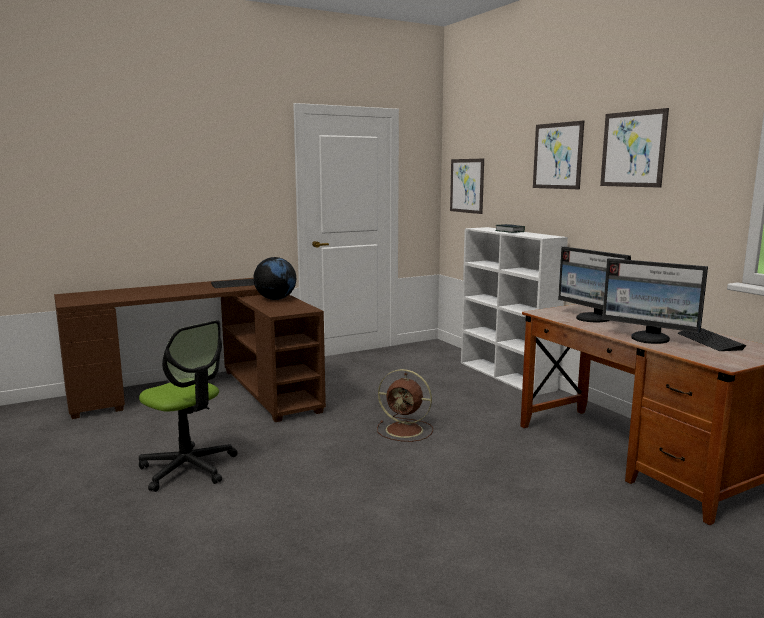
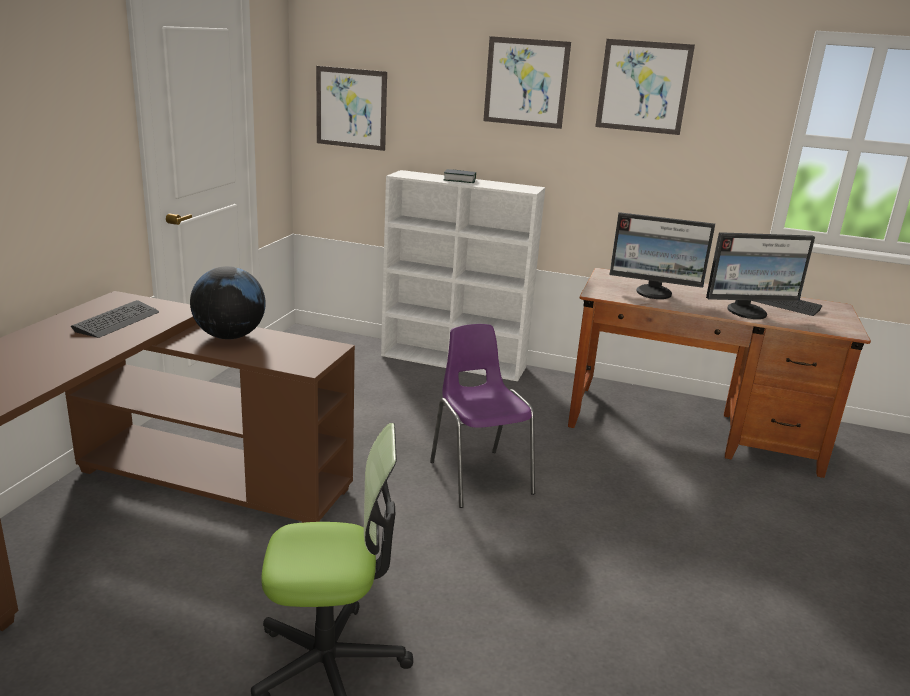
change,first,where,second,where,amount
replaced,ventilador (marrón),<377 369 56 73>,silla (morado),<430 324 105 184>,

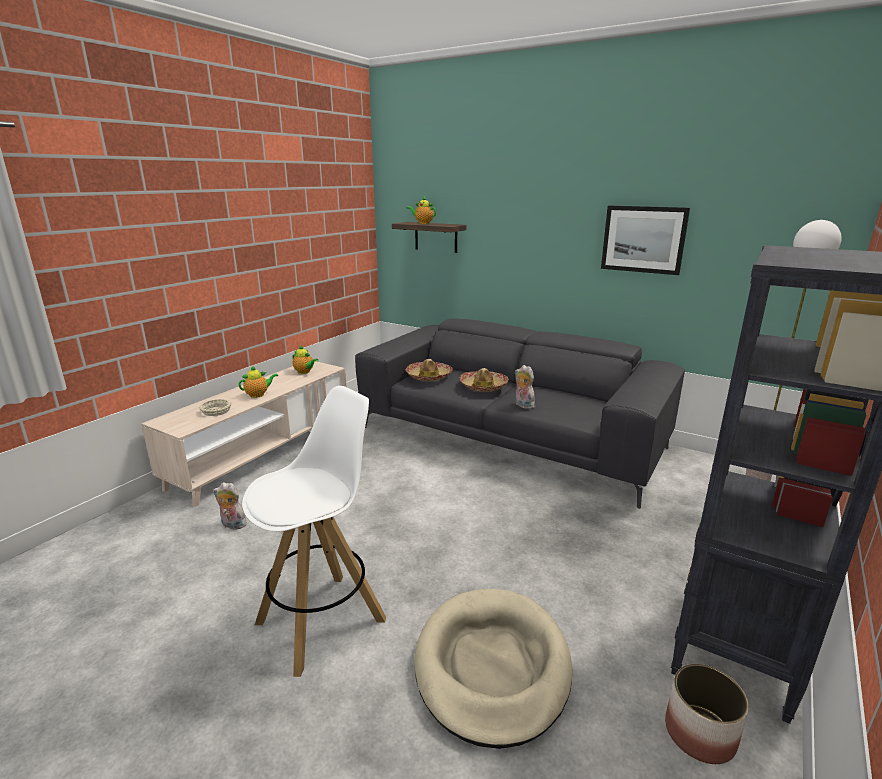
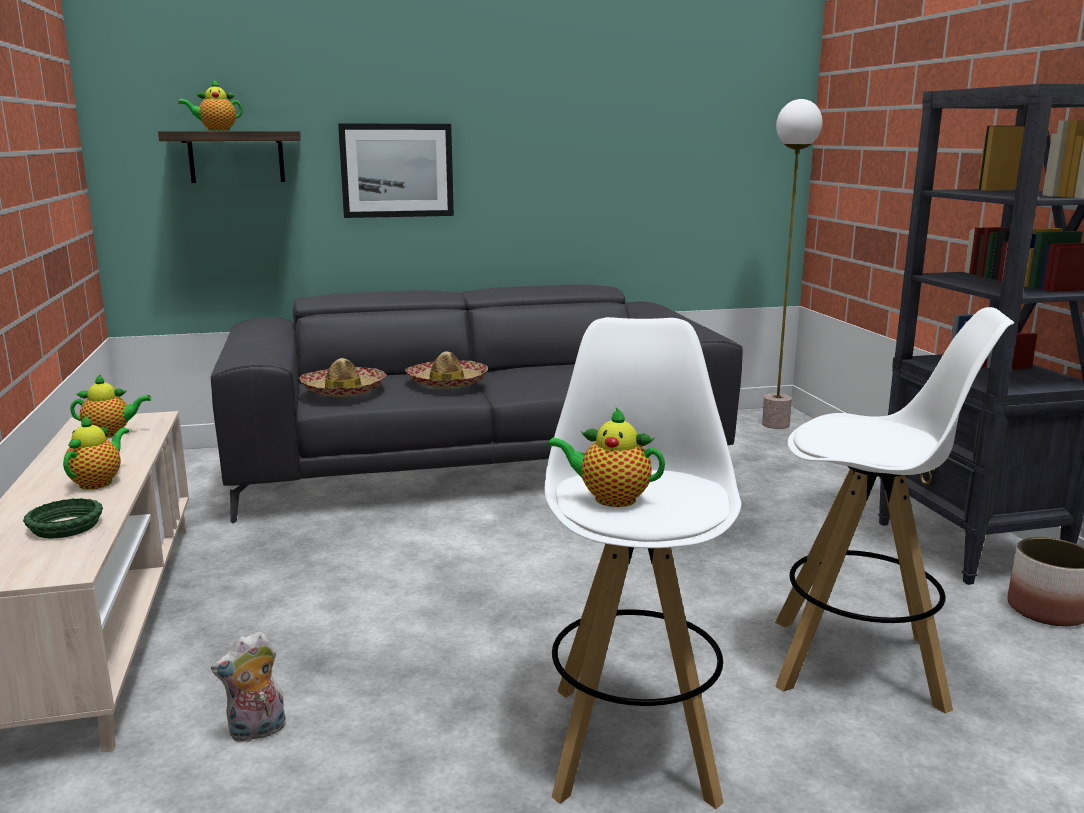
change,first,where,second,where,amount
moved,cuadro,<601 206 89 69>,,<338 124 116 94>,
removed,peluche,<514 365 21 44>,,,
recoloured,cuenco (beis),<199 399 33 17>,cuenco (verde),<23 498 80 40>,
replaced,cama para perro (beis),<414 589 158 160>,taburete (blanco),<775 307 239 407>,
added,,,tetera,<547 406 118 101>,

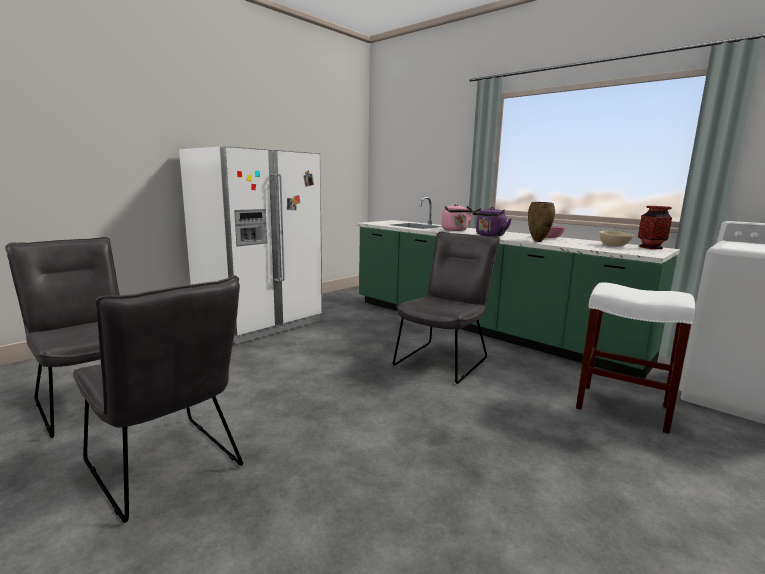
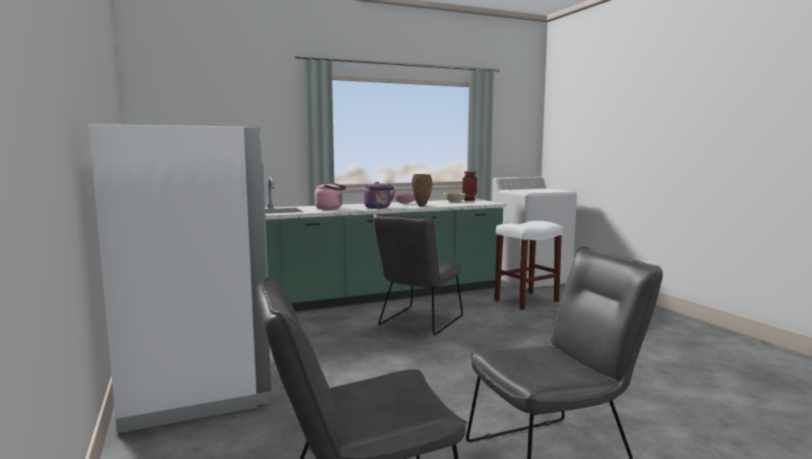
change,first,where,second,where,amount
turned,silla (gris),<393 232 107 152>,,<373 213 90 122>,120 degrees counterclockwise

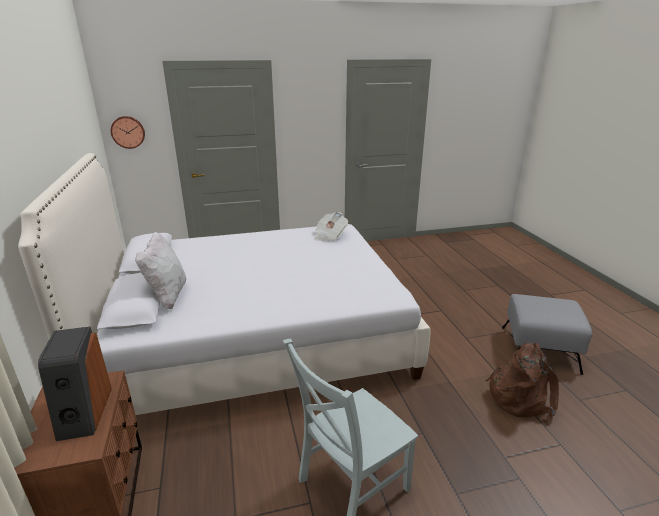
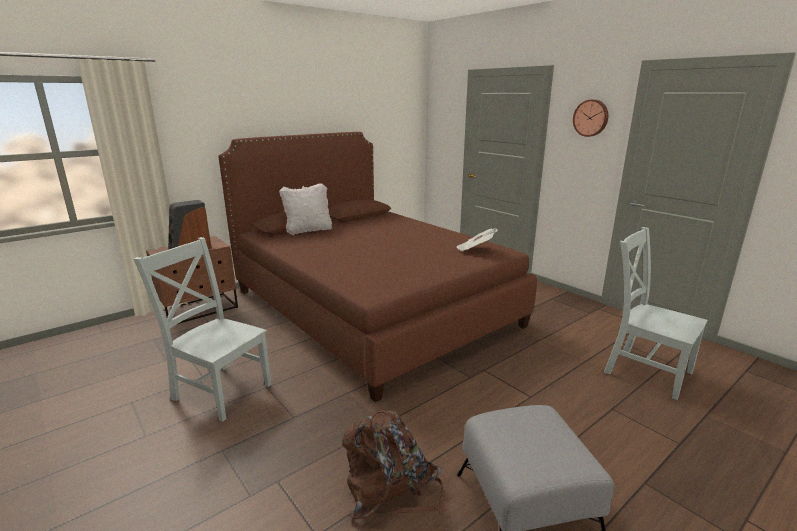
change,first,where,second,where,amount
moved,reloj de pared,<111 116 34 33>,,<573 99 35 38>,
recoloured,cama (blanco),<18 153 412 262>,cama (marrón),<218 132 319 270>,
added,,,silla (gris),<604 227 103 173>,

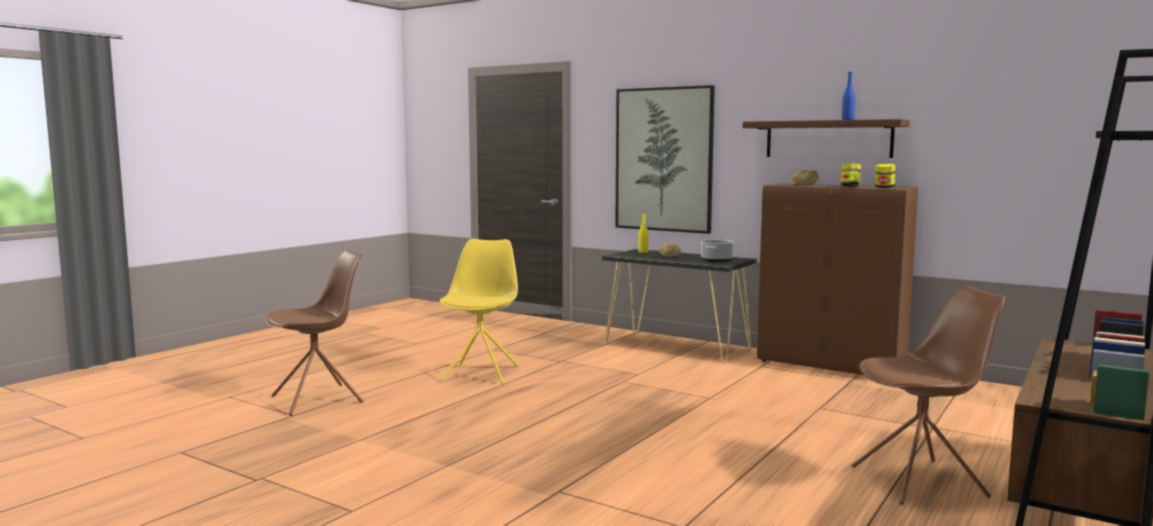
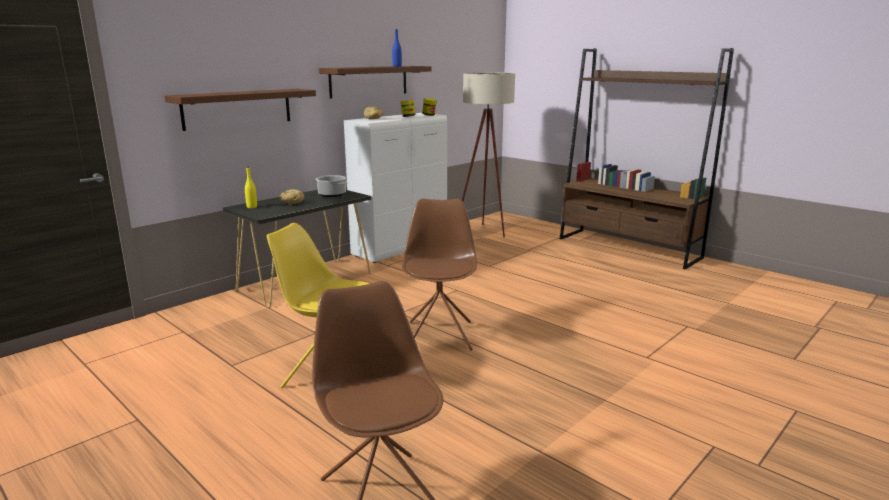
change,first,where,second,where,amount
replaced,cuadro,<615 85 100 149>,estante (marrón),<164 89 152 42>,
recoloured,armario (marrón),<757 183 161 192>,armario (blanco),<344 113 103 150>,
moved,silla (marrón),<852 286 153 219>,,<402 198 75 153>,
added,,,lámpara de pie (beis),<462 72 53 166>,

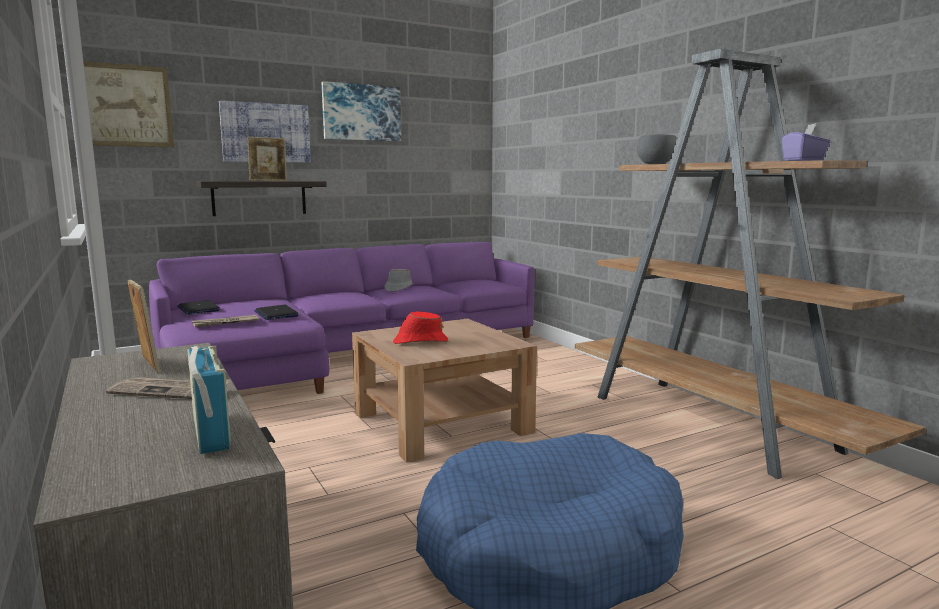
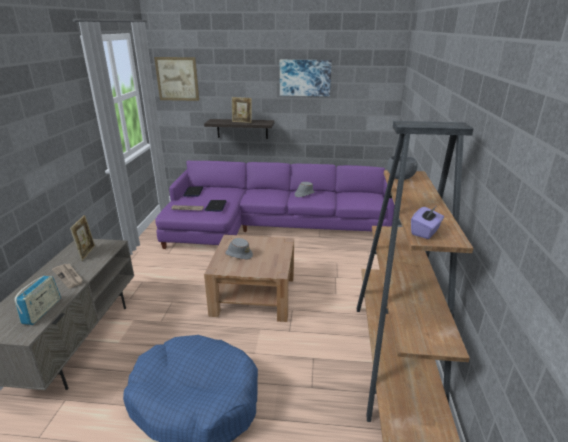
change,first,where,second,where,amount
removed,cuadro,<219 101 92 62>,,,
recoloured,sombrero (rojo),<393 312 55 32>,sombrero (gris),<225 238 28 22>,

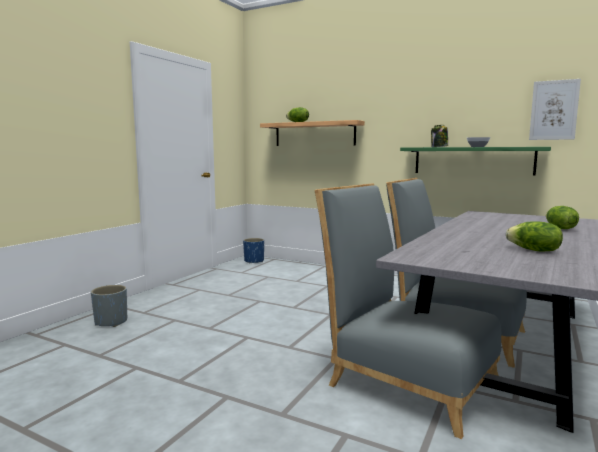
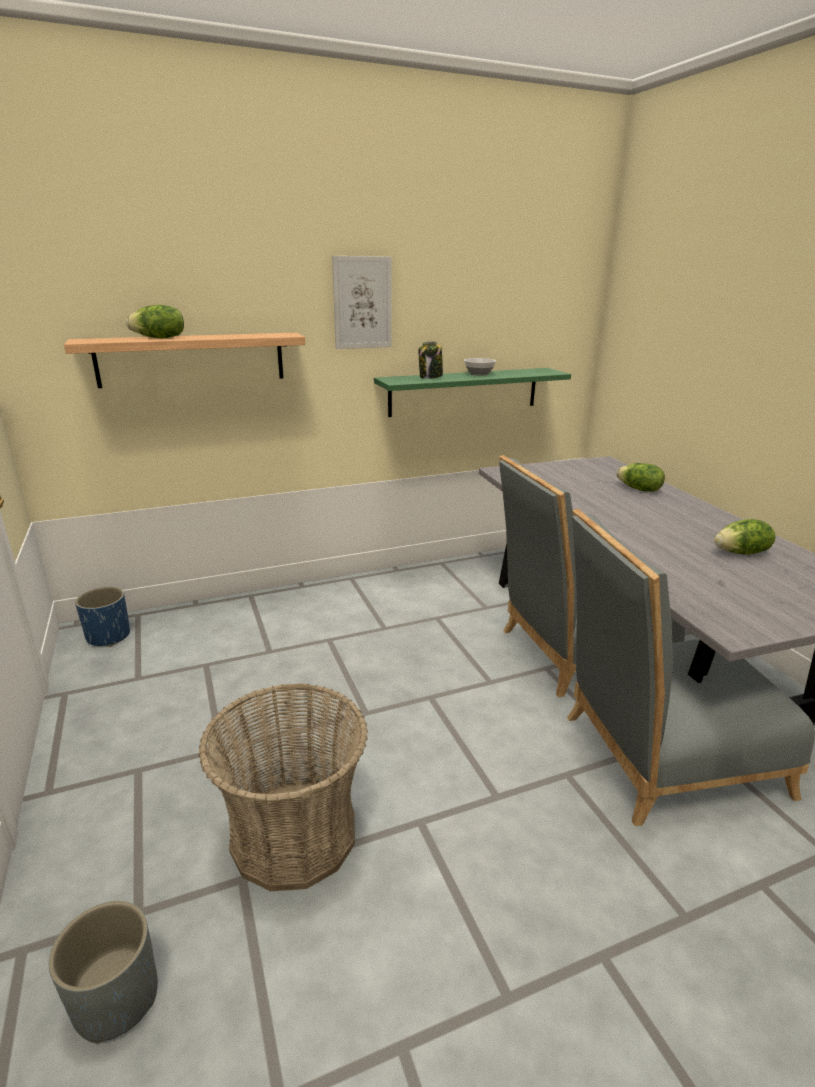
change,first,where,second,where,amount
moved,cuadro,<529 79 52 61>,,<332 256 60 93>,
added,,,cesta,<199 683 169 208>,

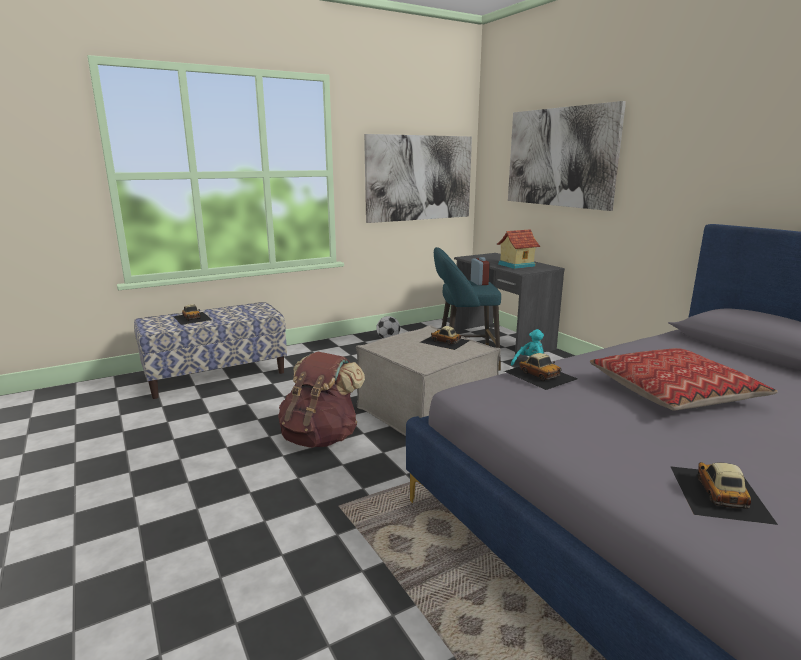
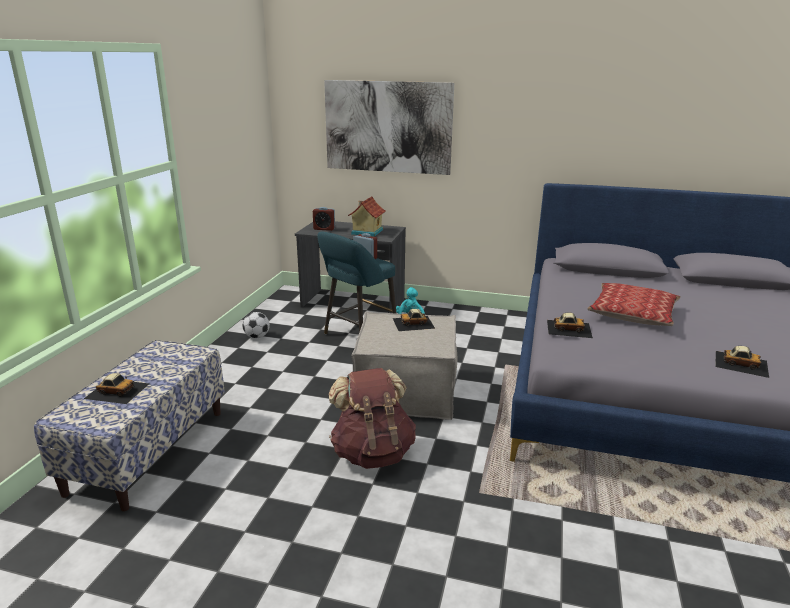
change,first,where,second,where,amount
removed,cuadro,<364 134 108 89>,,,
turned,coche de juguete,<670 462 108 63>,,<715 346 54 32>,150 degrees clockwise
added,,,despertador,<313 207 22 24>,

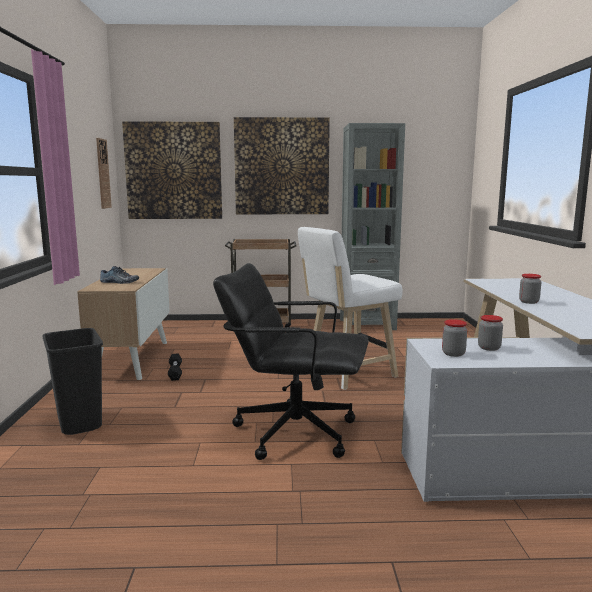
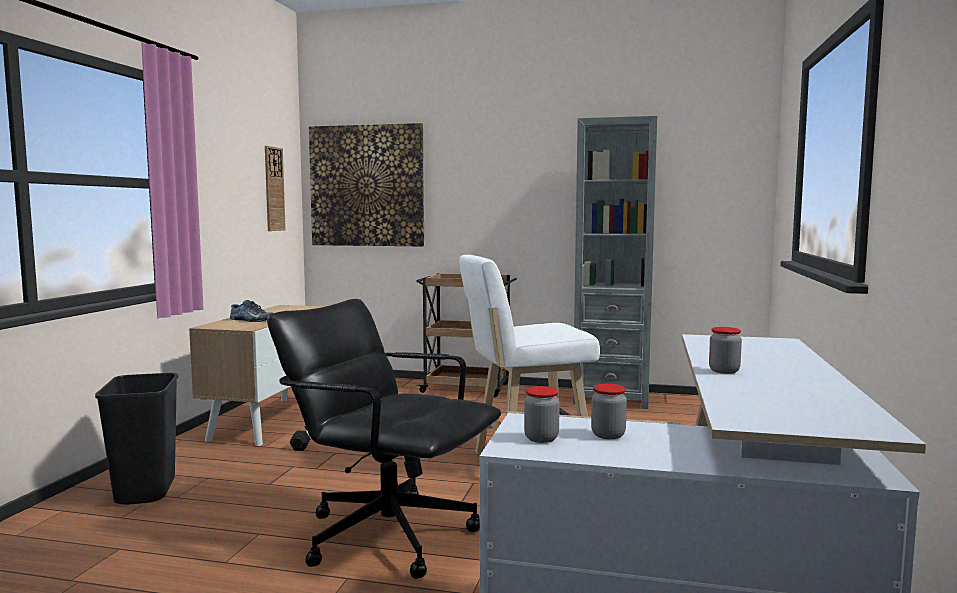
change,first,where,second,where,amount
removed,cuadro,<234 117 96 97>,,,

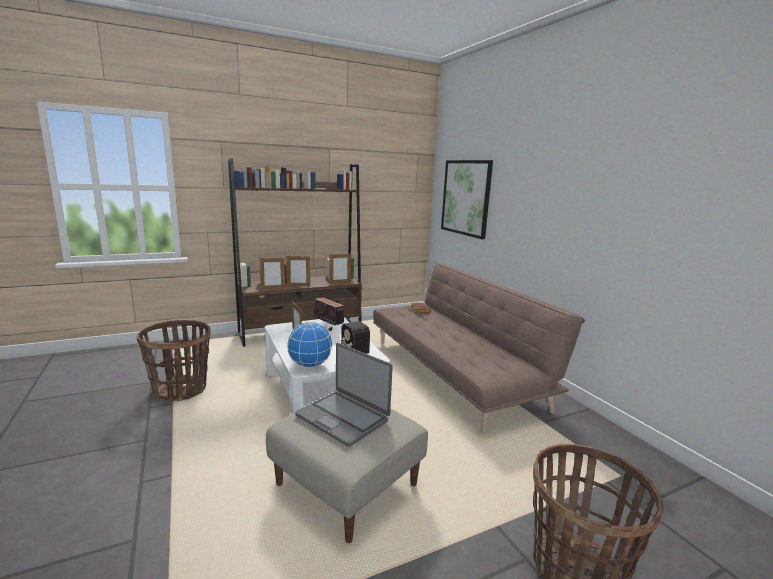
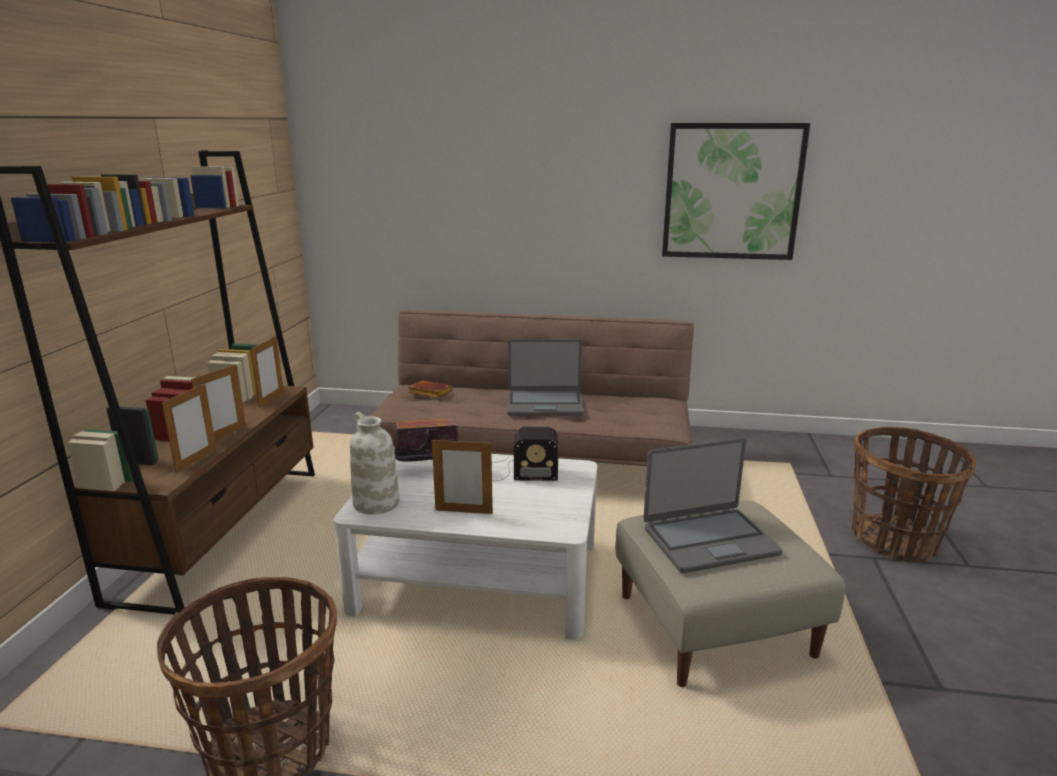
change,first,where,second,where,amount
moved,cuadro,<441 160 52 79>,,<662 123 148 137>,
removed,globo terráqueo,<287 322 46 46>,,,
added,,,portátil,<507 339 77 77>,
added,,,florero (blanco),<350 412 49 103>,

